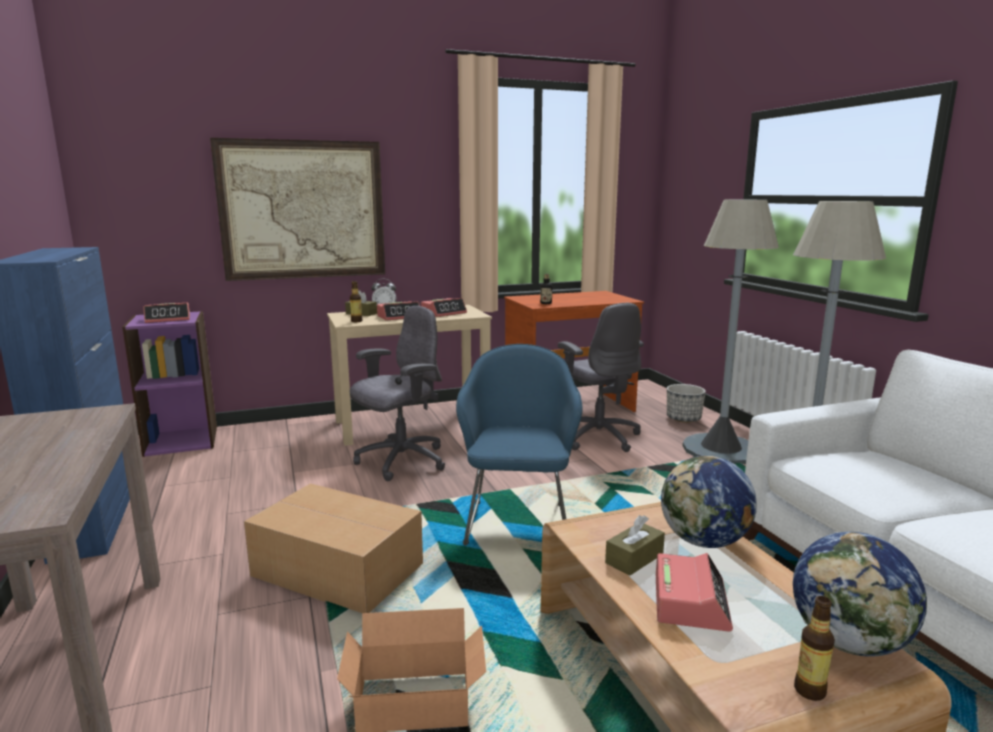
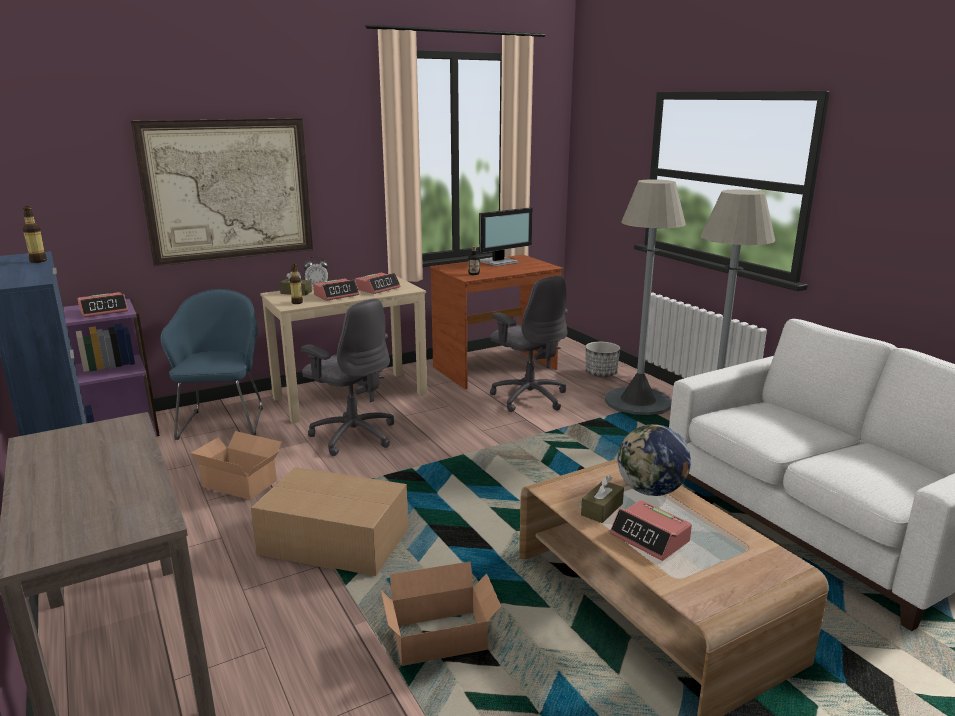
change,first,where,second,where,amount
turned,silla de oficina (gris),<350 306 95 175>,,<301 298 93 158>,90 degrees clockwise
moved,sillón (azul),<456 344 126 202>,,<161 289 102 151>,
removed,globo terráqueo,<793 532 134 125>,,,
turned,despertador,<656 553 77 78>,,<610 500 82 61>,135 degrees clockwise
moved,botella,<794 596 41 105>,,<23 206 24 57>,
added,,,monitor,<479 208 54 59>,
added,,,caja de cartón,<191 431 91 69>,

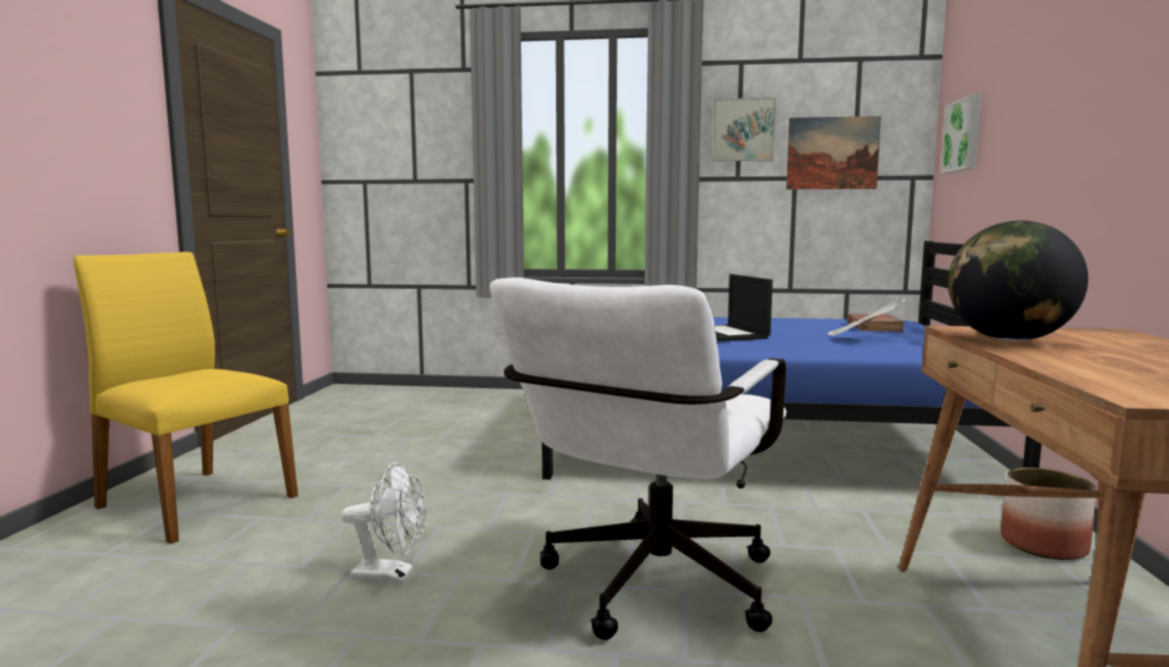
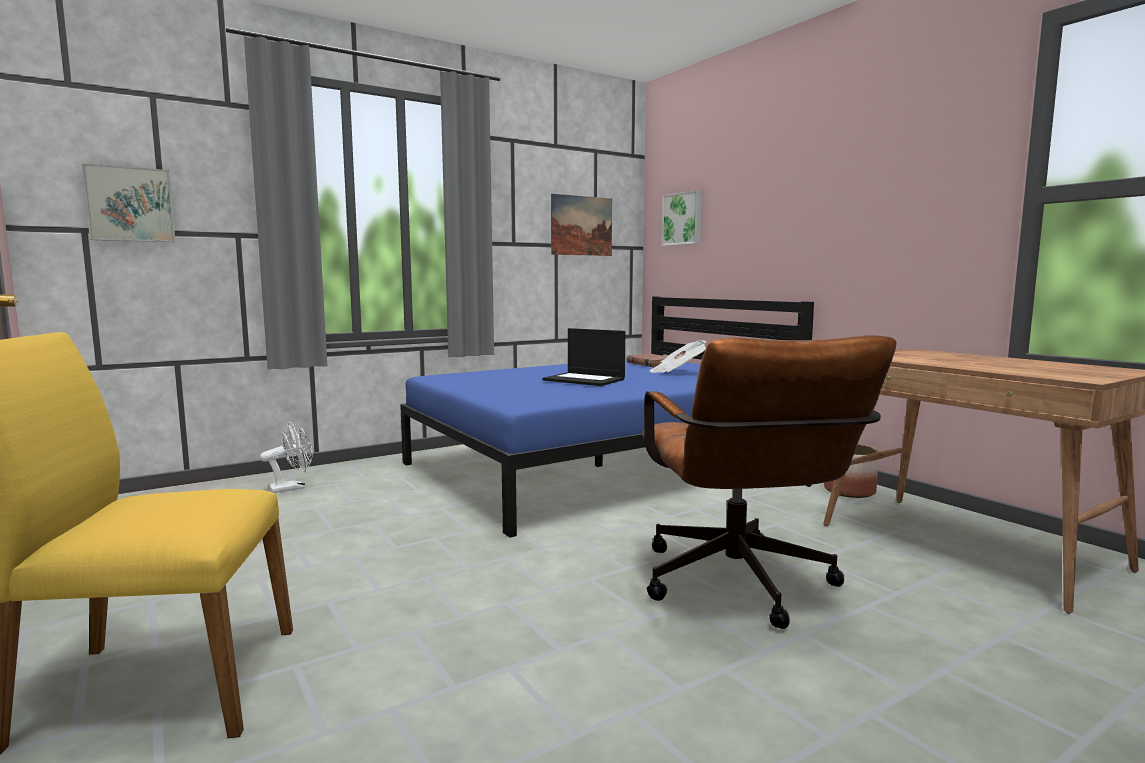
change,first,where,second,where,amount
moved,cuadro,<712 98 64 63>,,<82 163 94 79>,
removed,globo terráqueo,<948 221 140 120>,,,
recoloured,silla de oficina (blanco),<490 277 296 363>,silla de oficina (marrón),<642 335 255 294>,
moved,ventilador (blanco),<341 462 85 121>,,<260 422 53 71>,

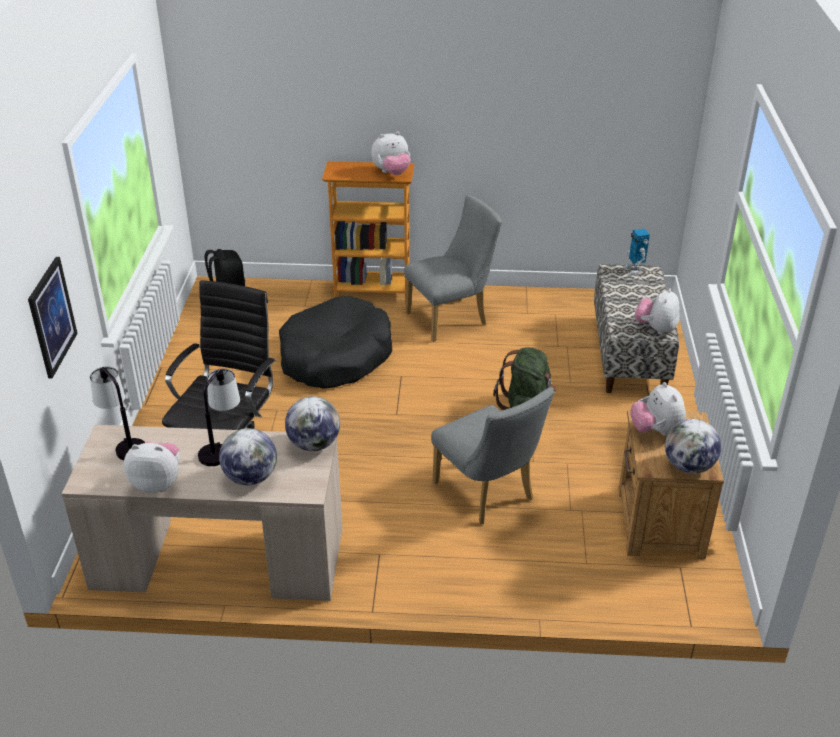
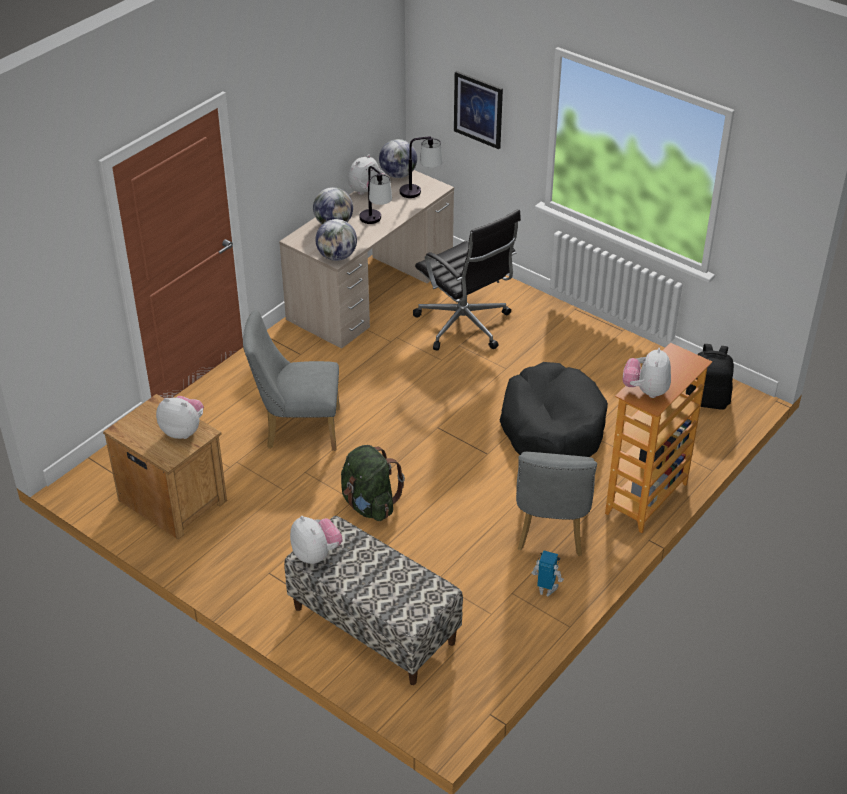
change,first,where,second,where,amount
moved,robot de juguete,<623 229 27 47>,,<531 551 33 45>,
moved,globo terráqueo,<665 419 56 55>,,<379 139 38 39>,

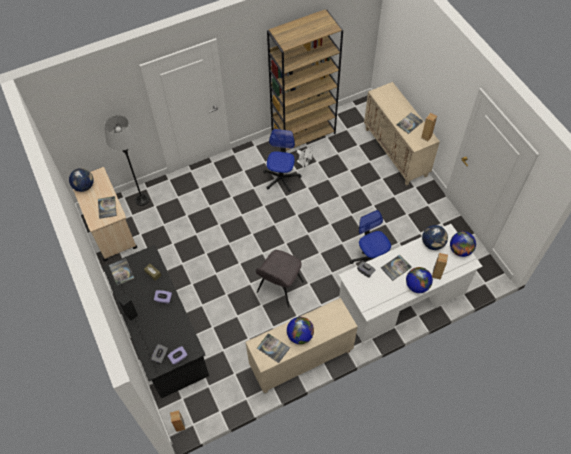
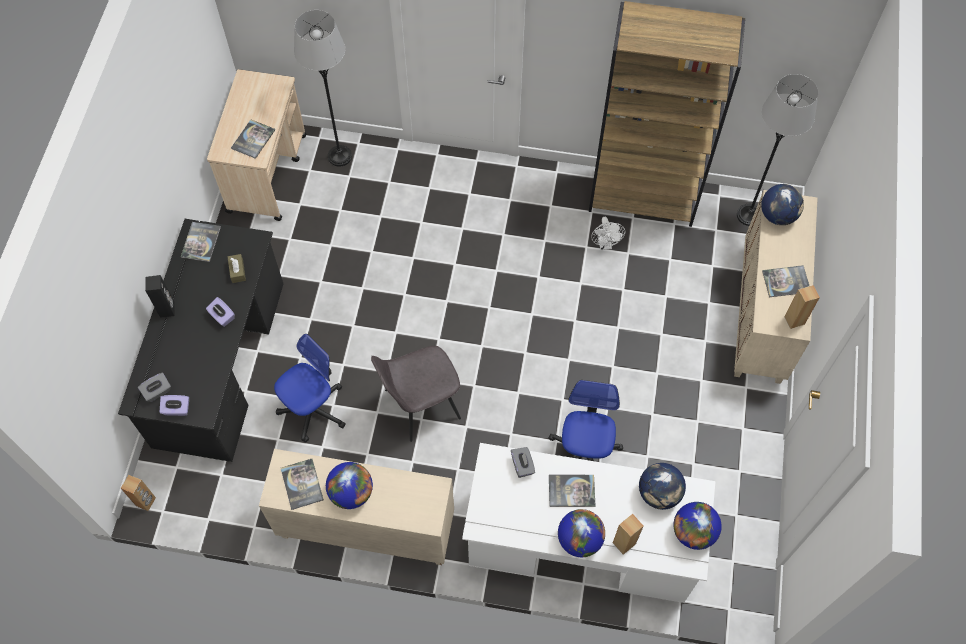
change,first,where,second,where,amount
moved,silla de oficina,<263 129 39 63>,,<274 334 72 108>,
moved,globo terráqueo,<69 168 25 24>,,<761 184 43 41>,
added,,,lámpara de pie (gris),<737 74 81 152>,

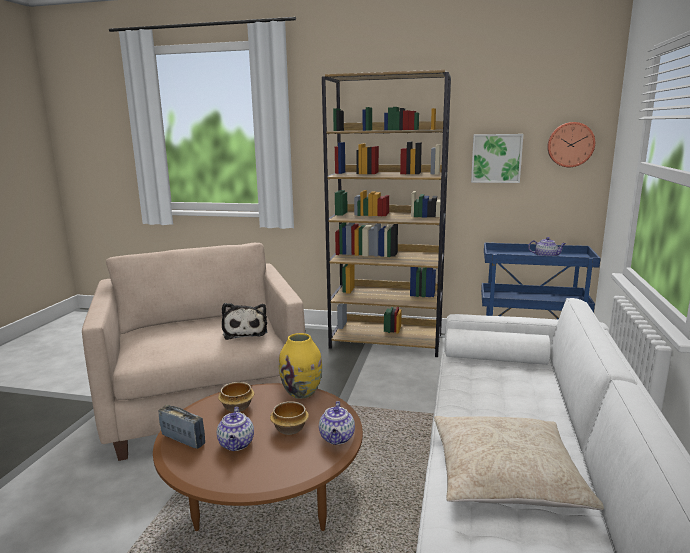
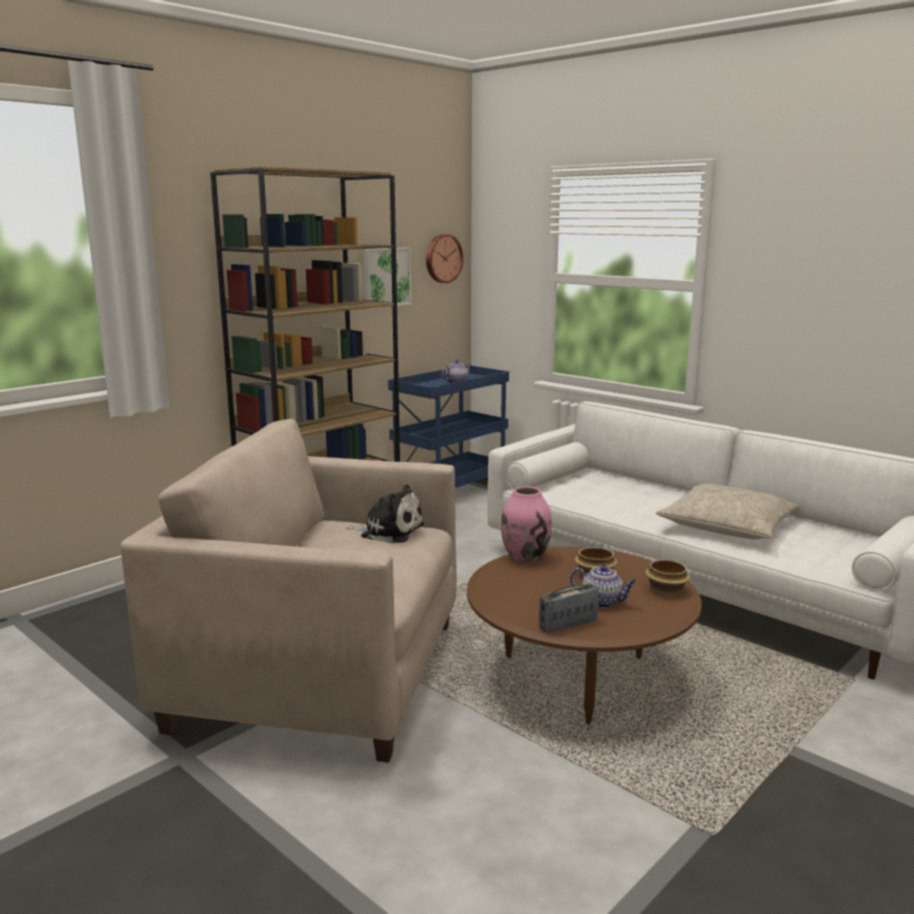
change,first,where,second,where,amount
recoloured,florero (amarillo),<279 333 43 66>,florero (rosa),<501 487 51 76>,
moved,cuenco,<218 382 37 30>,,<645 559 45 36>,
removed,tetera,<319 401 36 44>,,,

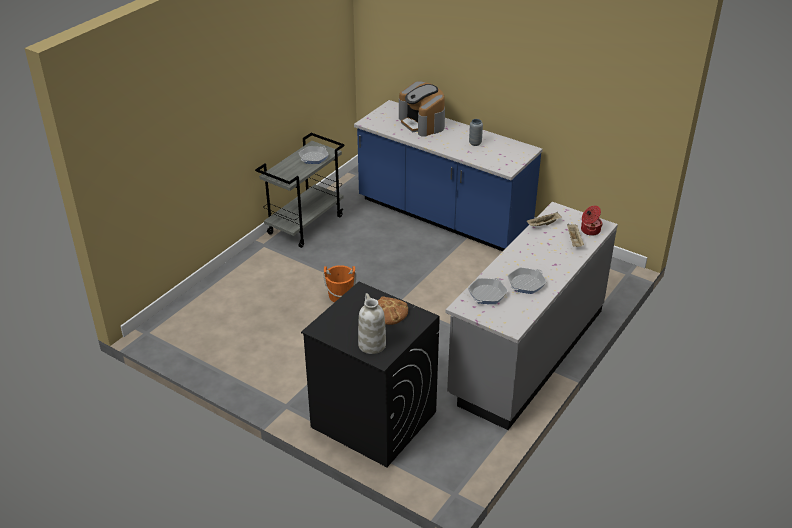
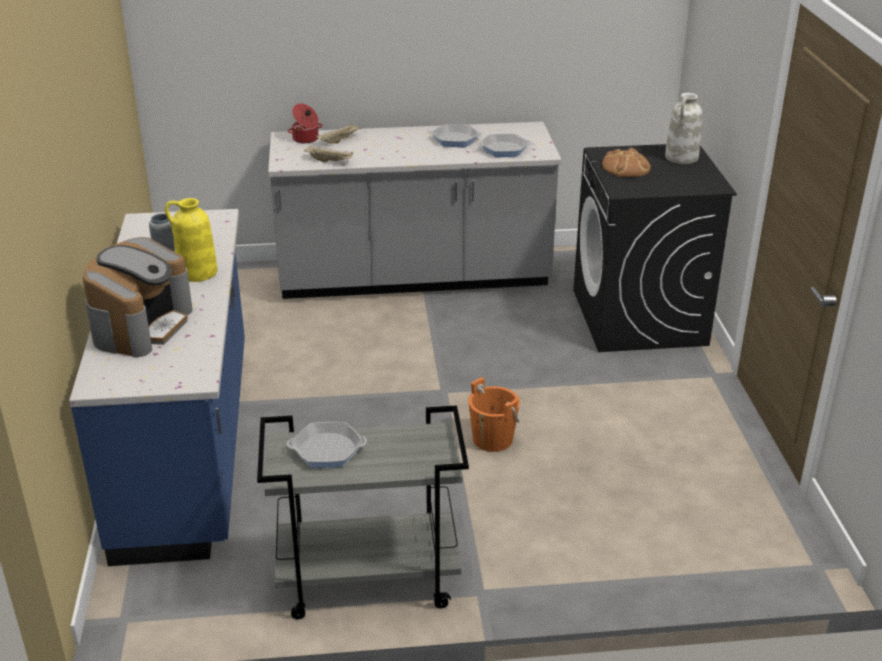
change,first,where,second,where,amount
added,,,florero (amarillo),<165 198 52 84>,

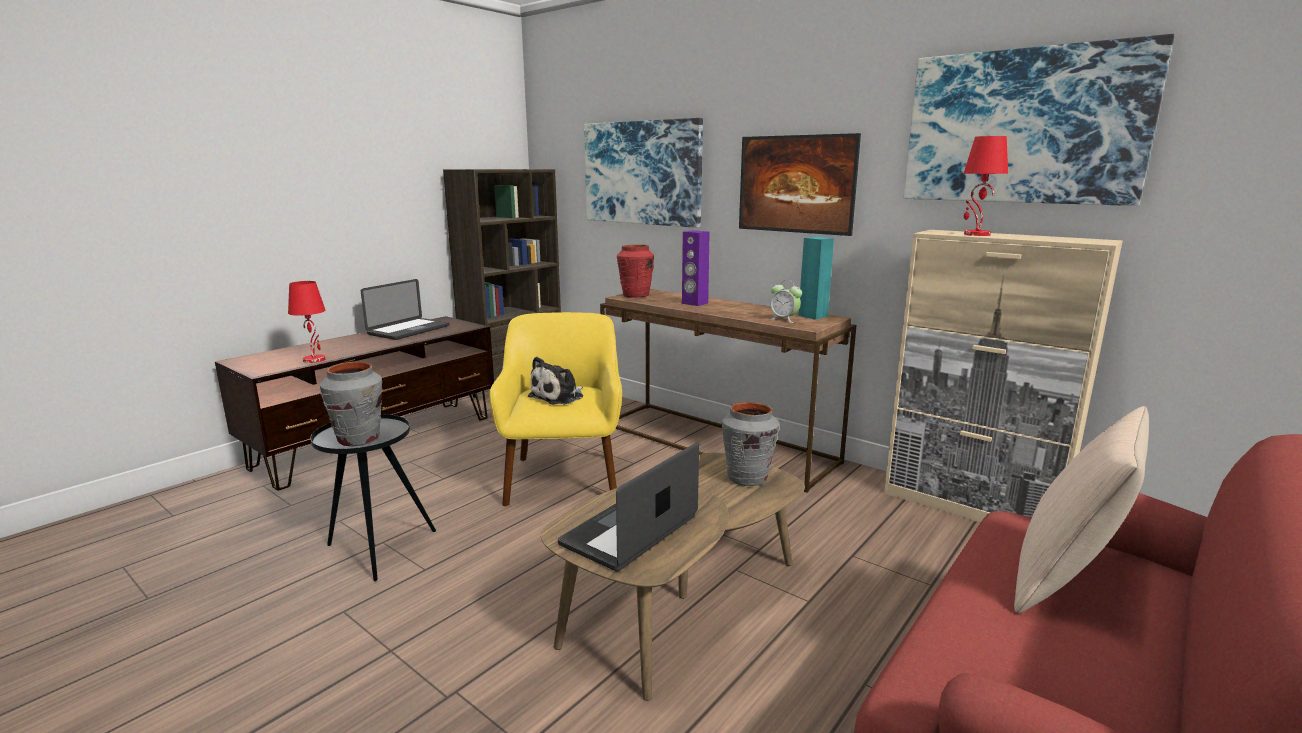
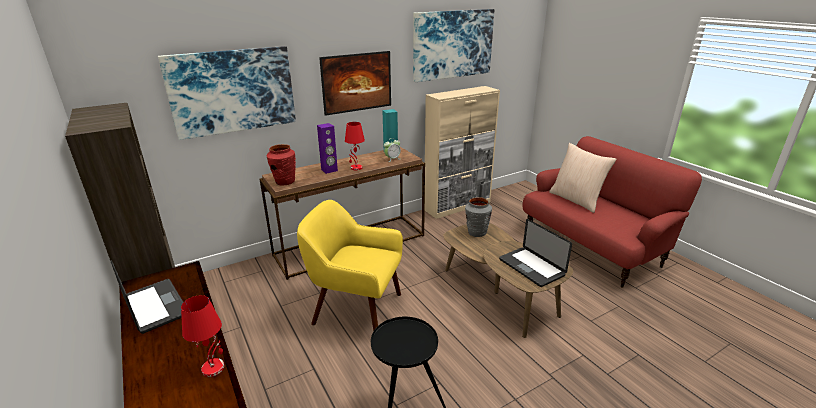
change,first,where,second,where,amount
moved,lámpara de mesa (rojo),<963 136 45 100>,,<345 122 20 48>,
removed,peluche,<528 357 55 48>,,,
removed,florero (gris),<320 362 62 84>,,,

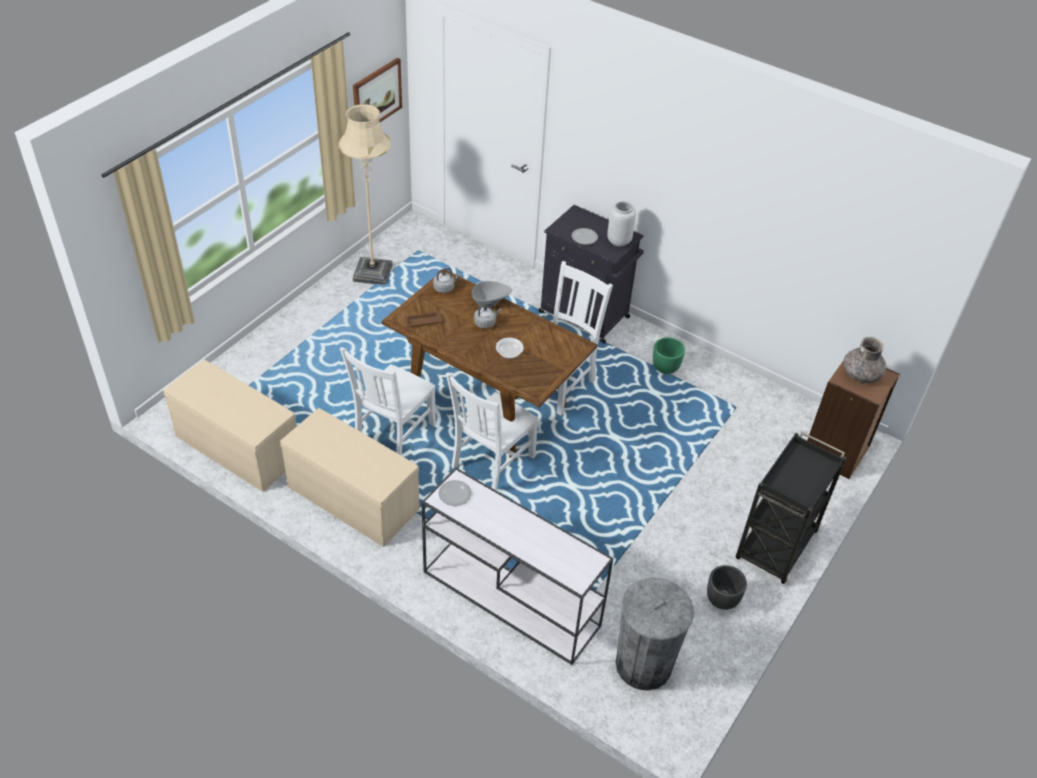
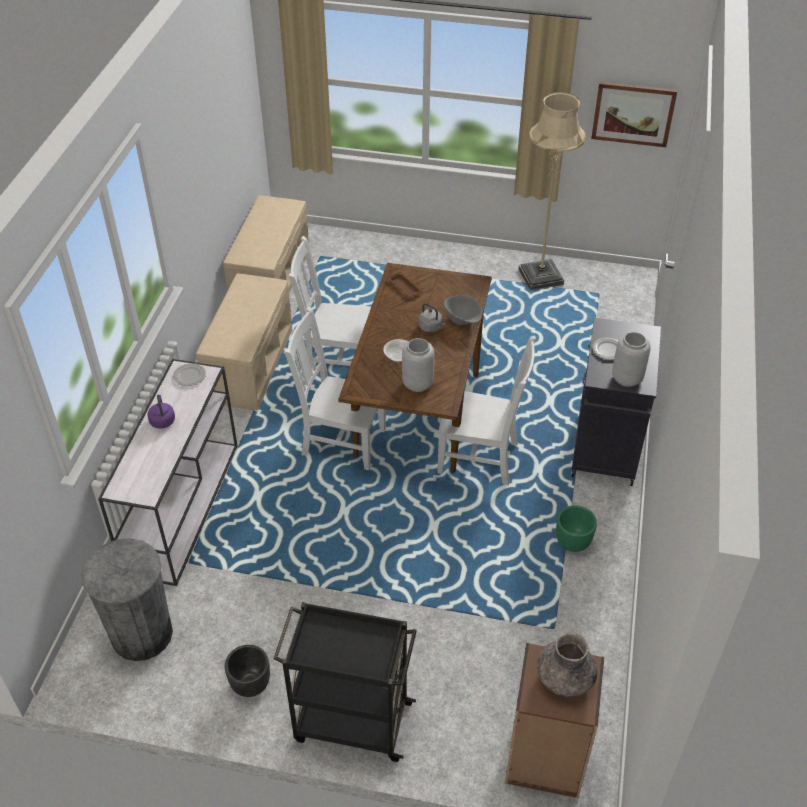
change,first,where,second,where,amount
removed,hervidor (gris),<433 268 27 25>,,,
added,,,florero (gris),<402 338 33 54>,
added,,,hervidor (morado),<148 395 27 34>,

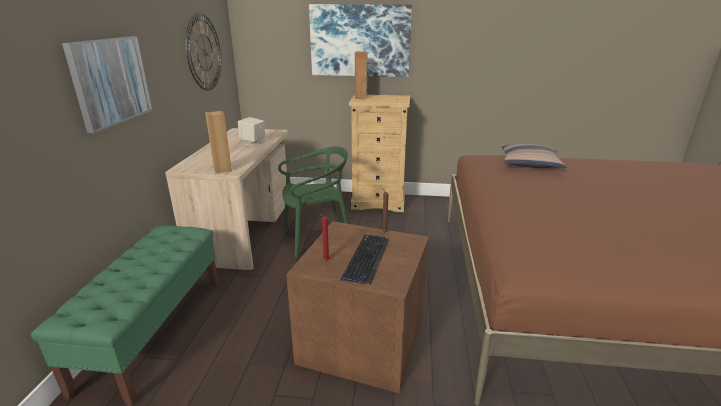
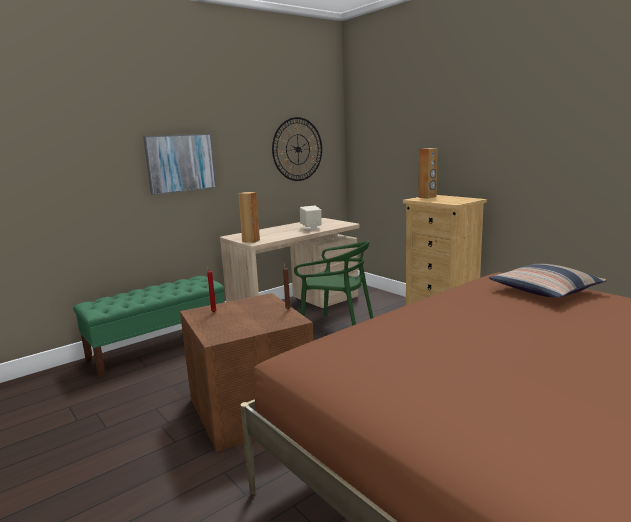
change,first,where,second,where,amount
removed,cuadro,<309 4 103 73>,,,
removed,teclado,<341 235 48 50>,,,

